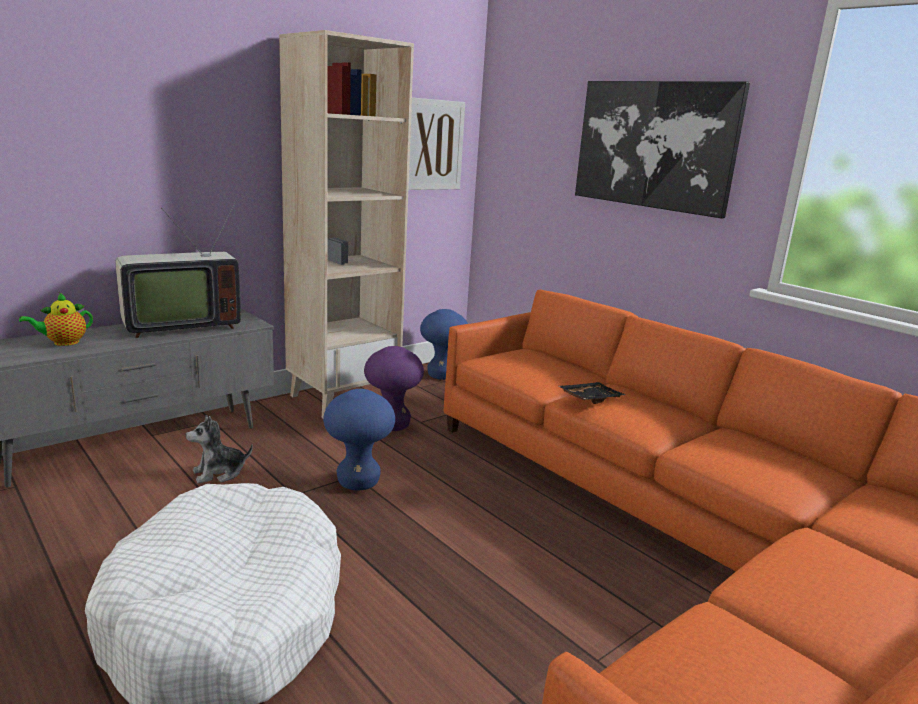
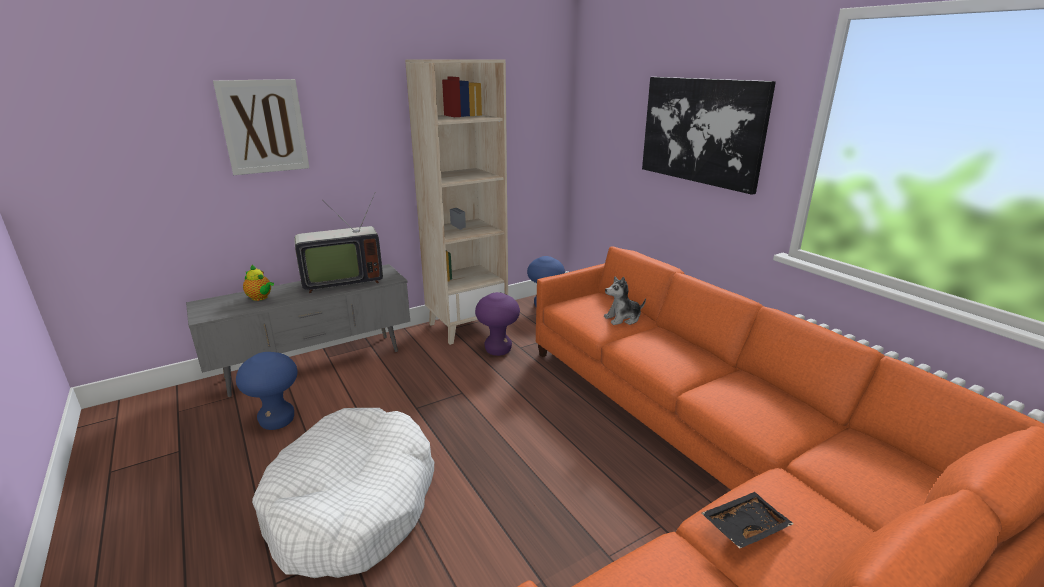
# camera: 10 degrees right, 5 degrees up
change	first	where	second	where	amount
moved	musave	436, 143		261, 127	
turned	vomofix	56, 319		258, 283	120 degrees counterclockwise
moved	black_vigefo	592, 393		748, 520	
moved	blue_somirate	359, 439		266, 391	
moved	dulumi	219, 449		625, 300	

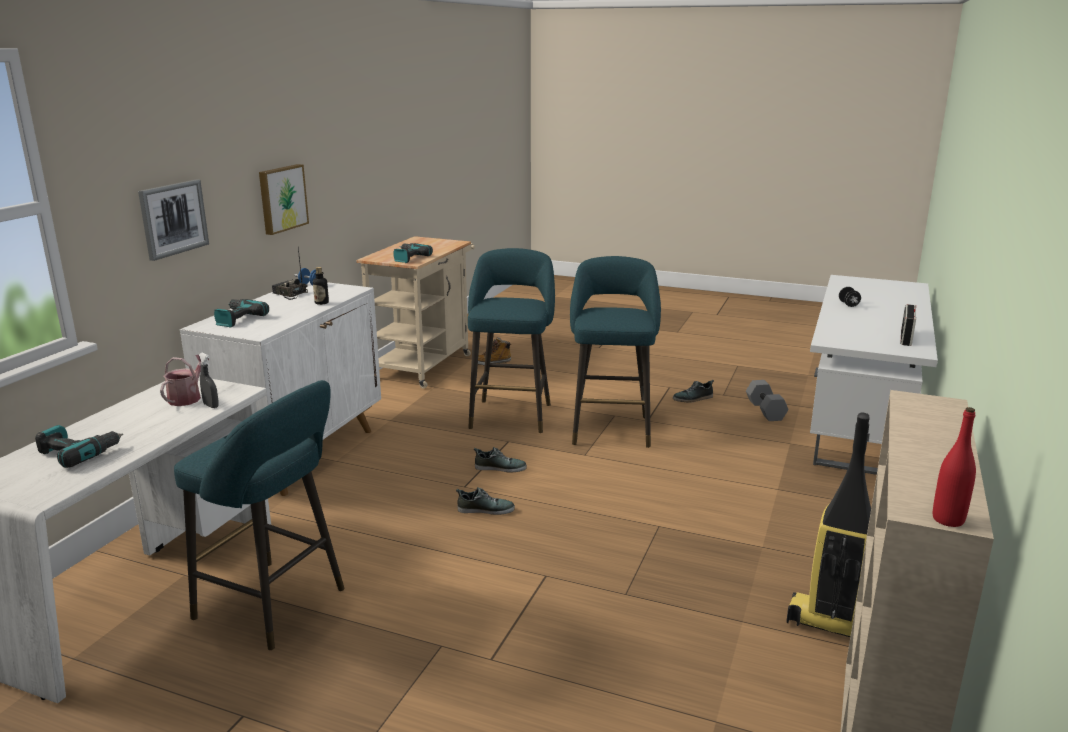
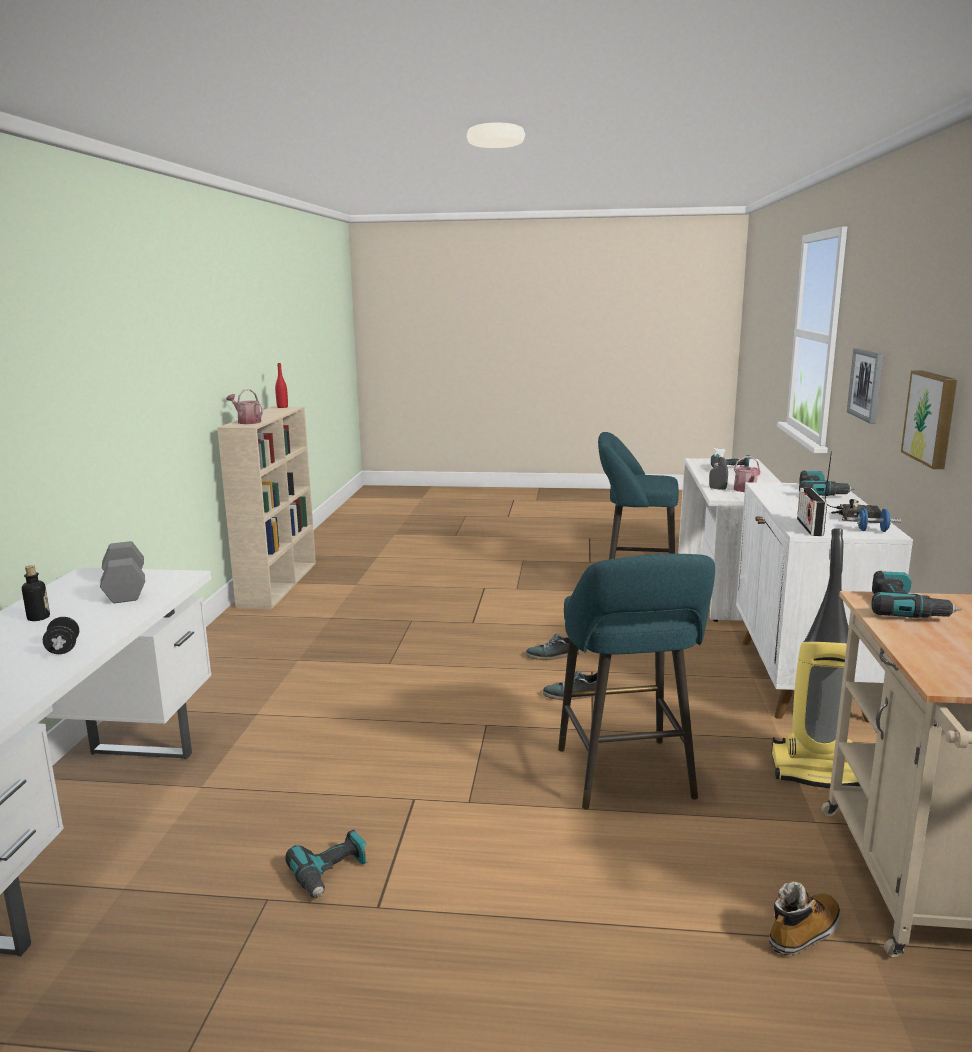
# camera: 165 degrees right, 5 degrees down
change	first	where	second	where	amount
removed	turquoise_somirate	615, 352			
moved	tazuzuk	321, 286		36, 593	
moved	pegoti	908, 325		812, 512	
replaced	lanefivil	693, 391	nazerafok	326, 863	
moved	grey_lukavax	767, 400		122, 572	
moved	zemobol	828, 525		815, 658	
added			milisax	244, 406	

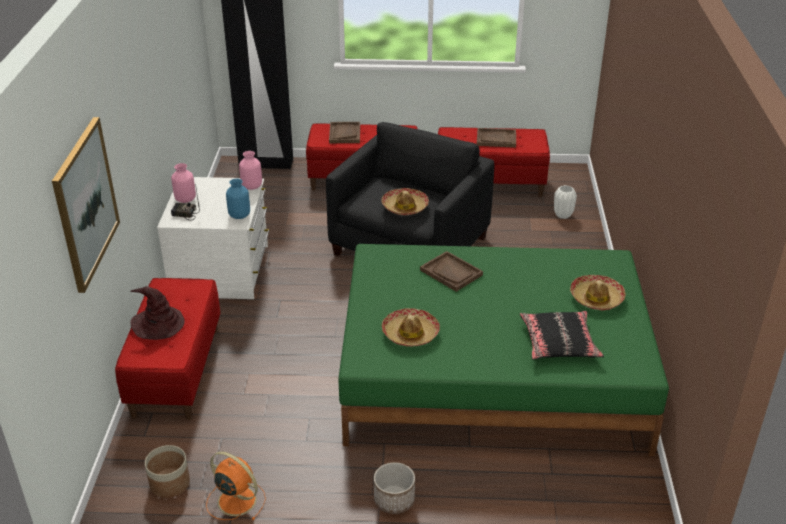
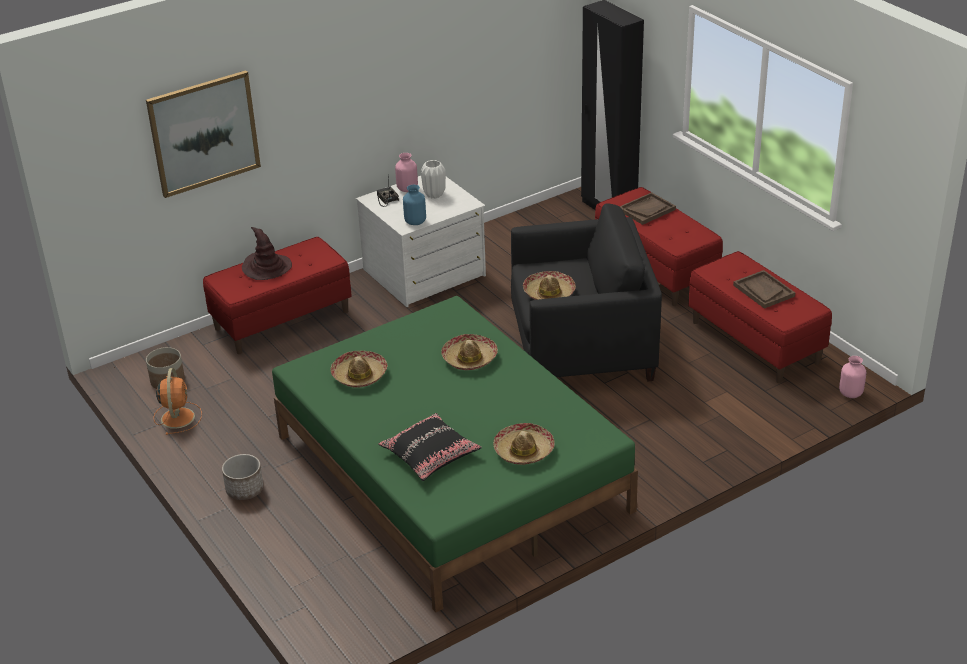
# camera: 55 degrees right, 0 degrees up
change	first	where	second	where	amount
moved	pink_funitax	250, 170		853, 377	
moved	white_funitax	565, 202		433, 179	
replaced	brown_vigefo	451, 271	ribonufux	470, 352	

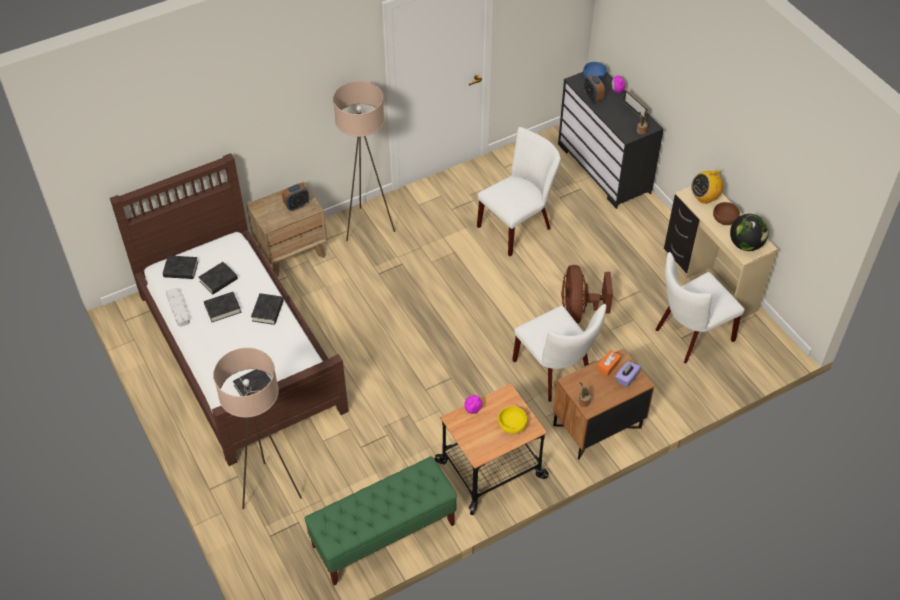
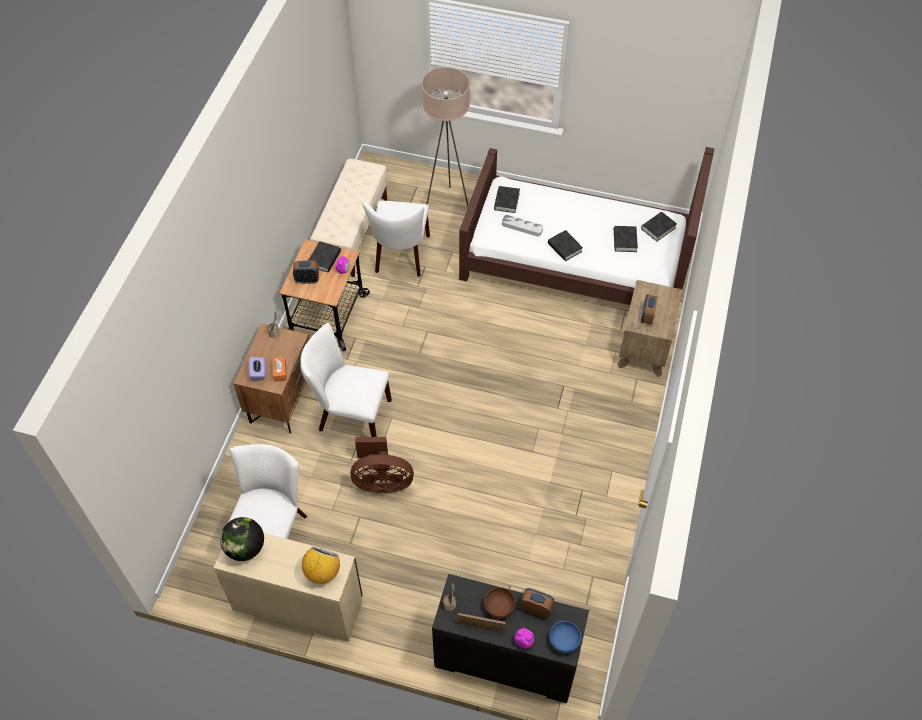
# camera: 135 degrees right, 5 degrees up
change	first	where	second	where	amount
removed	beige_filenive	364, 161			
moved	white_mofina	519, 191		396, 238	
moved	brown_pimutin	726, 213		500, 603	
turned	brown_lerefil	587, 294		382, 465	135 degrees clockwise
moved	grey_vigefo	178, 307		522, 226	
moved	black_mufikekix	222, 307		324, 256	
replaced	yellow_pimutin	513, 420	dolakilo	306, 272	
recoloured	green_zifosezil	381, 521	beige_zifosezil	348, 218	

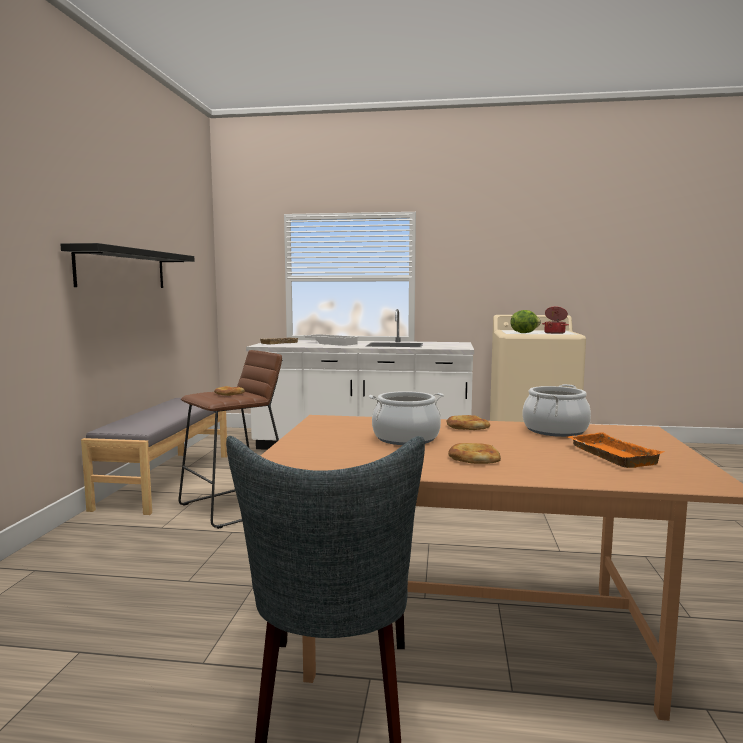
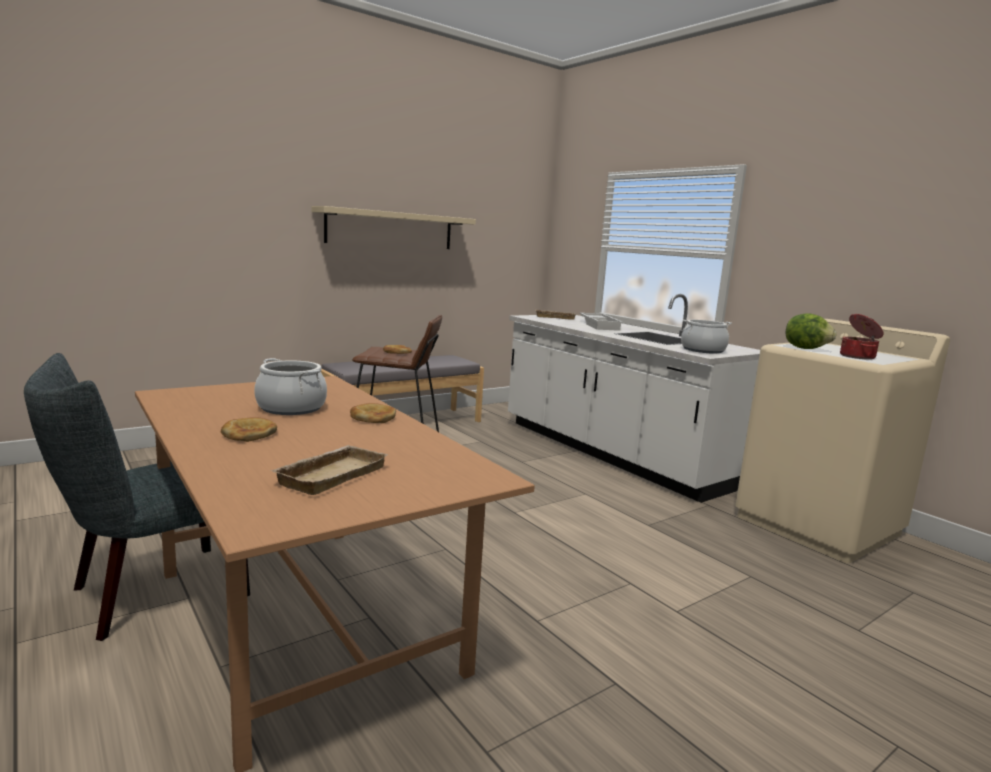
# camera: 45 degrees right, 5 degrees up
change	first	where	second	where	amount
recoloured	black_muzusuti	127, 265	beige_muzusuti	394, 227	
moved	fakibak	556, 410		706, 336	
recoloured	orange_vigefo	616, 450	beige_vigefo	328, 470	

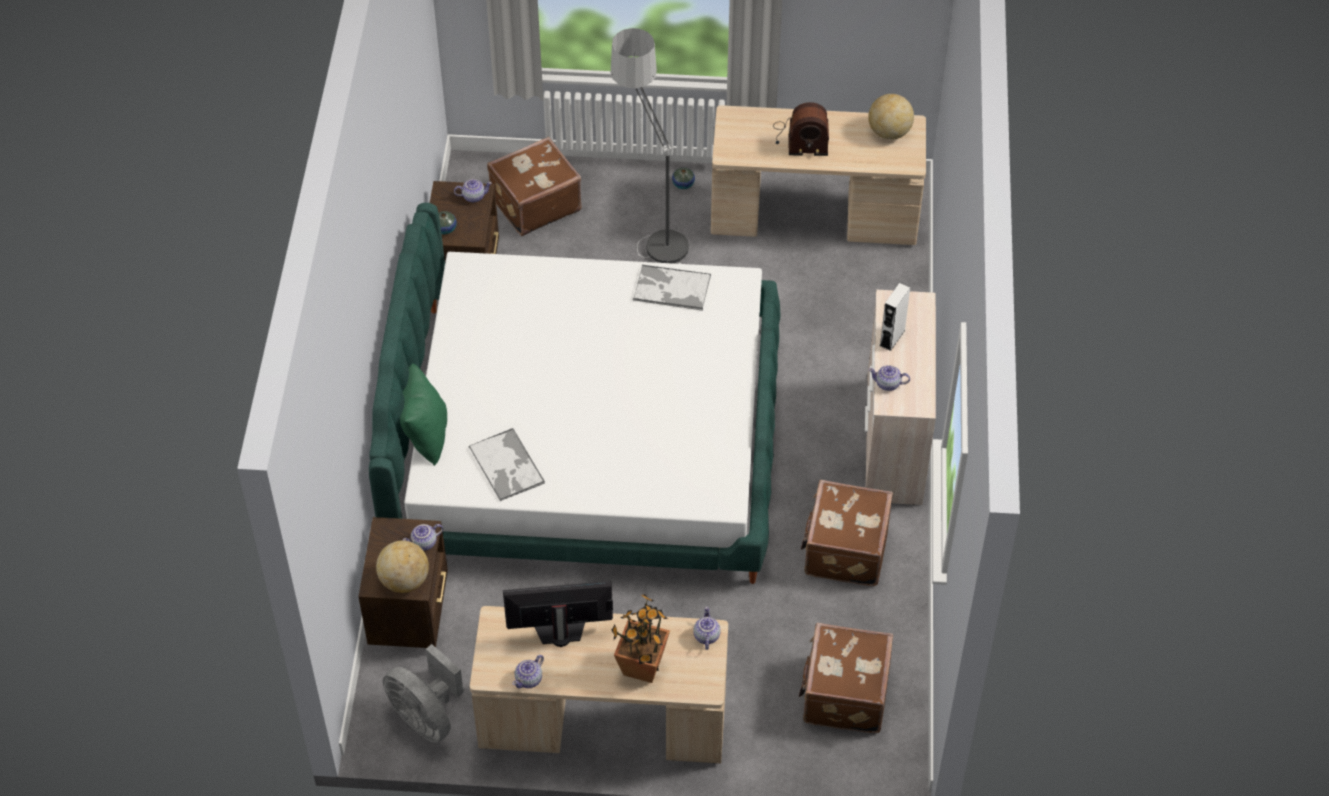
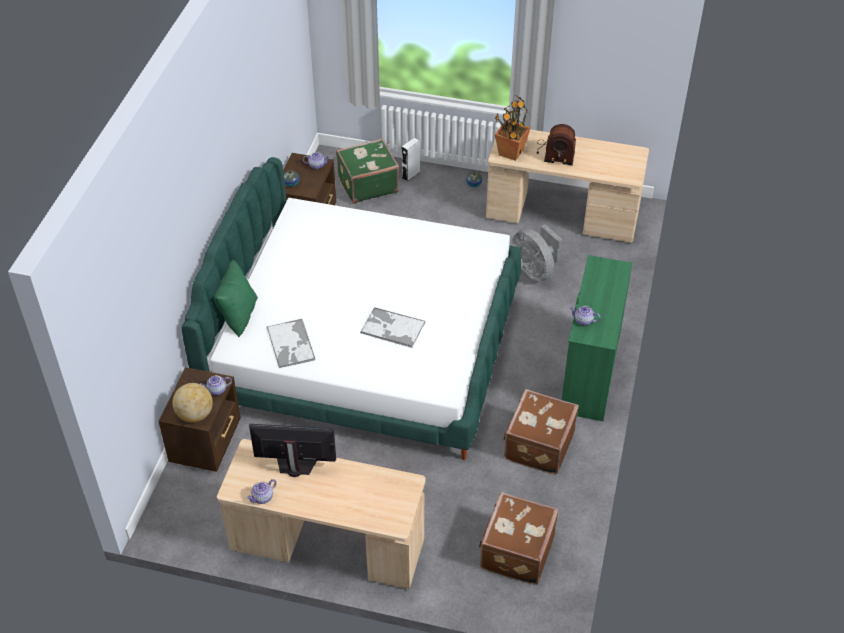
# camera: 10 degrees right, 5 degrees down
change	first	where	second	where	amount
removed	filenive	650, 146			
removed	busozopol	891, 117			
recoloured	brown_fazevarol	534, 186	green_fazevarol	367, 171	
moved	vigefo	672, 288		392, 327	
moved	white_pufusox	895, 317		411, 159	
recoloured	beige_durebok	900, 397	green_durebok	597, 338	
moved	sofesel	641, 638		513, 128	
removed	vomofix	707, 628			
moved	grey_lerefil	423, 693		537, 253	

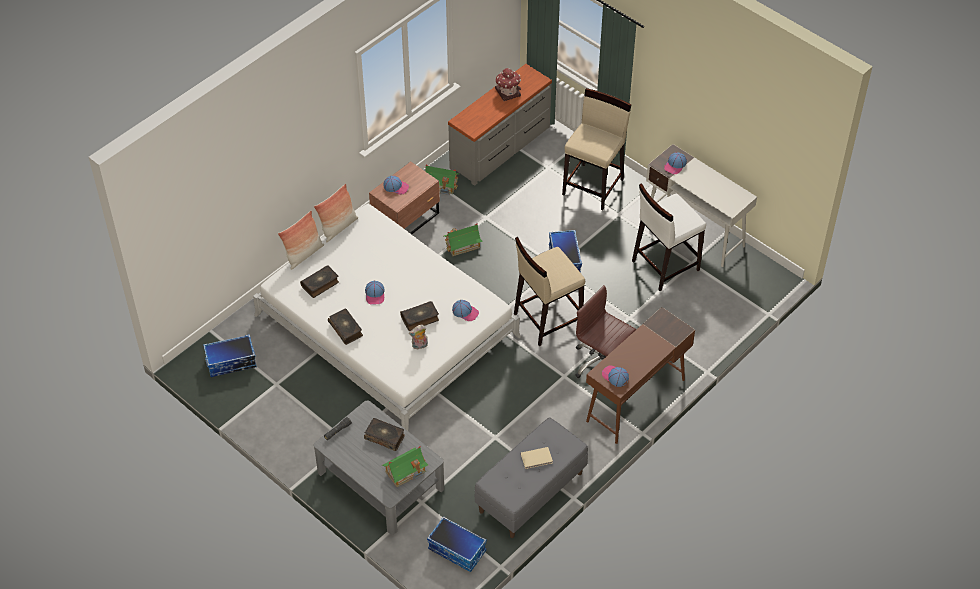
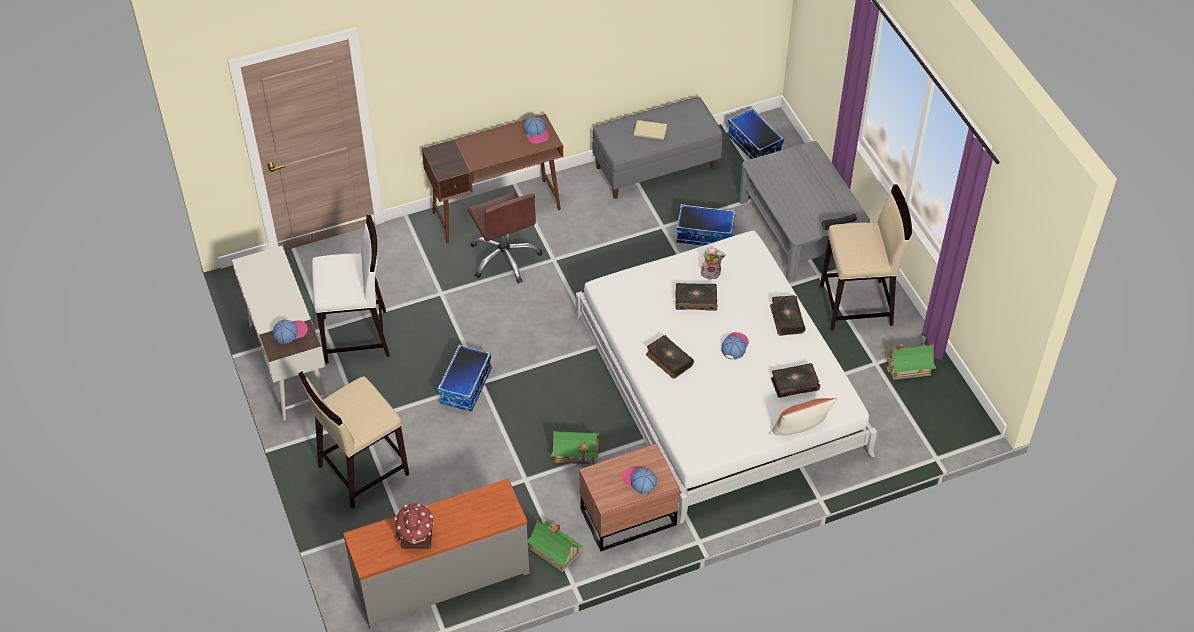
# camera: 155 degrees left, 0 degrees up
change	first	where	second	where	amount
removed	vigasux	336, 213			
moved	beige_somirate	549, 291		866, 257	
removed	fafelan	465, 310			
moved	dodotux	230, 355		705, 225	
moved	mufikekix	384, 434		670, 357	
moved	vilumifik	405, 466		911, 362	

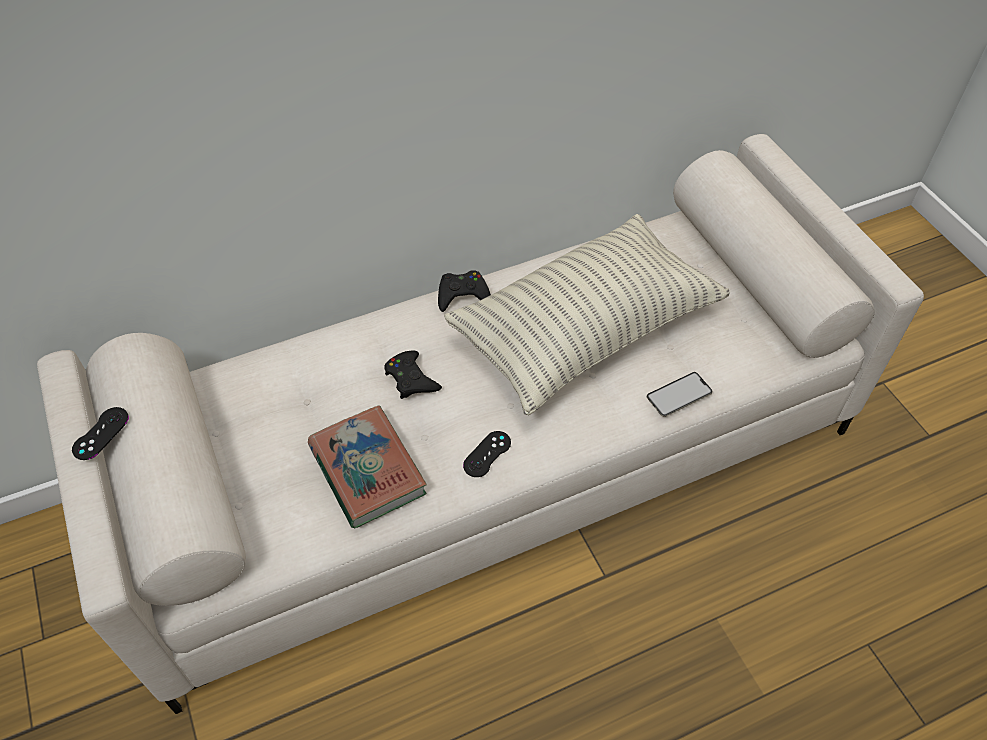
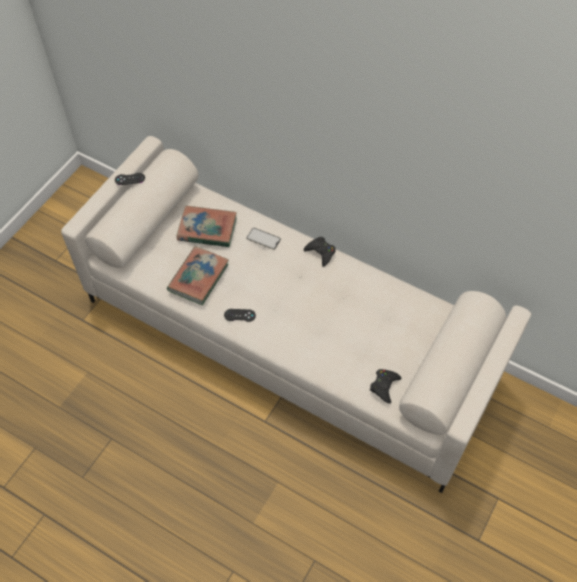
# camera: 55 degrees right, 5 degrees up
change	first	where	second	where	amount
removed	vigasux	587, 314			
moved	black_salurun	413, 374		385, 386	
moved	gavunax	680, 394		263, 239	
added			mufikekix	207, 226	

